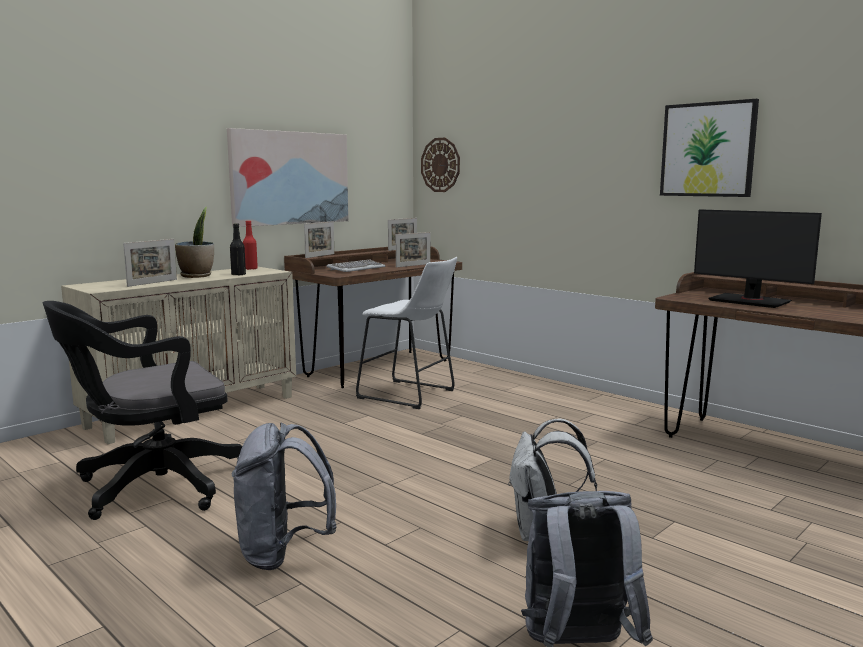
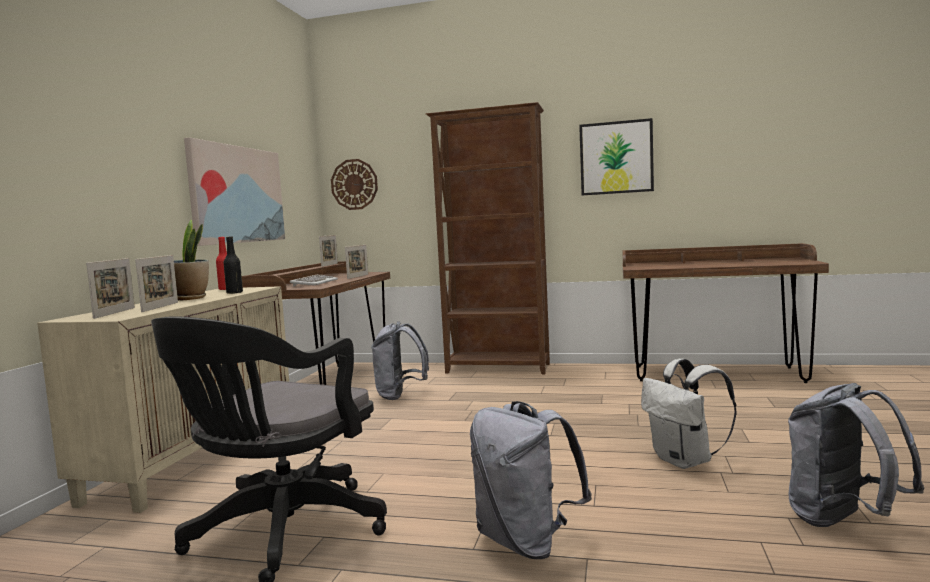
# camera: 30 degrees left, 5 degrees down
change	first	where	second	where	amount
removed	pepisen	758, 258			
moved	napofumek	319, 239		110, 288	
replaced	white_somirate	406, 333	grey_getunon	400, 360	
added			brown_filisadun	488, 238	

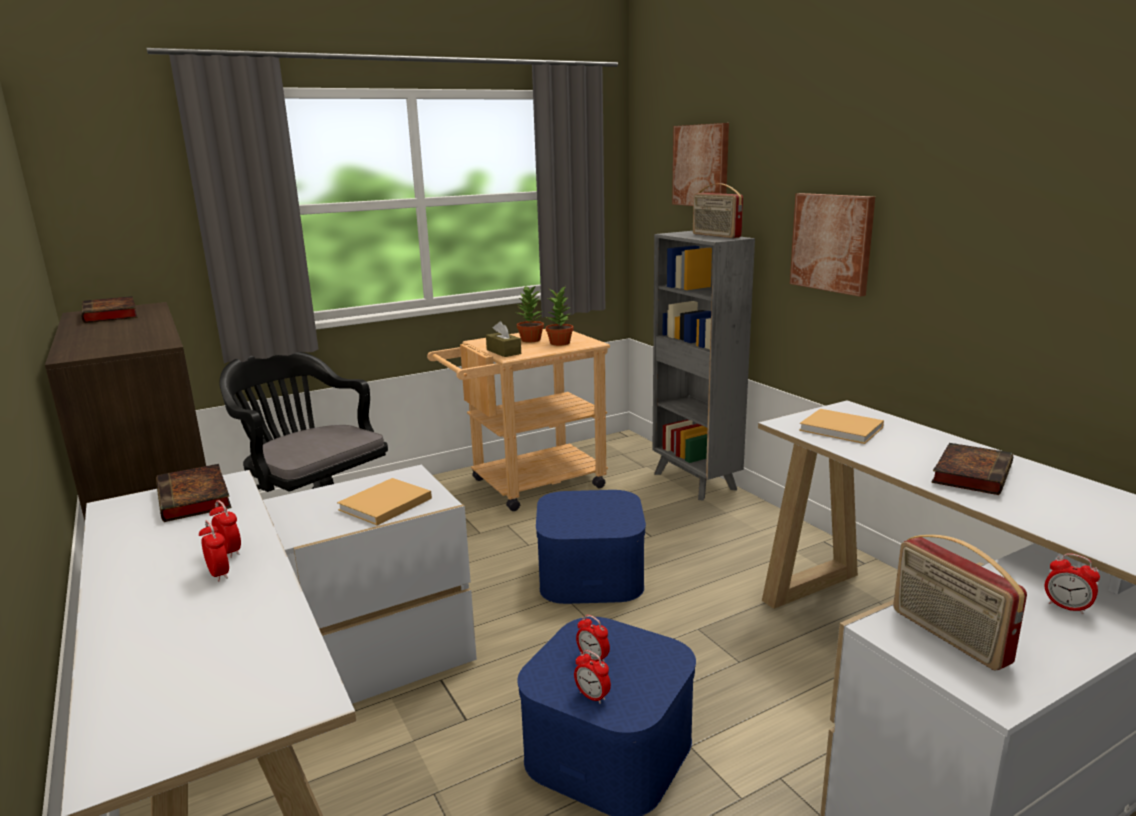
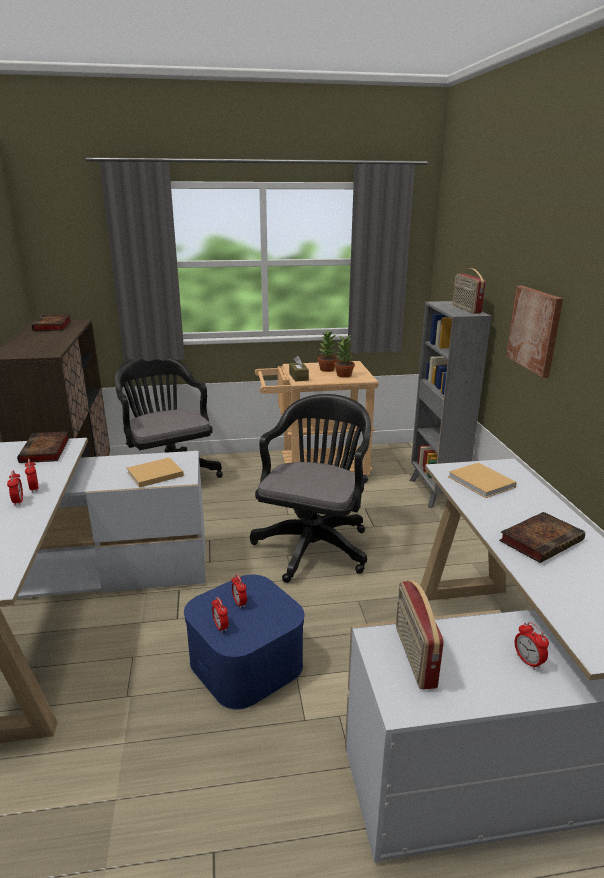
# camera: 20 degrees right, 5 degrees up
change	first	where	second	where	amount
removed	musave	700, 164			
replaced	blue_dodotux	591, 547	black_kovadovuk	310, 488	

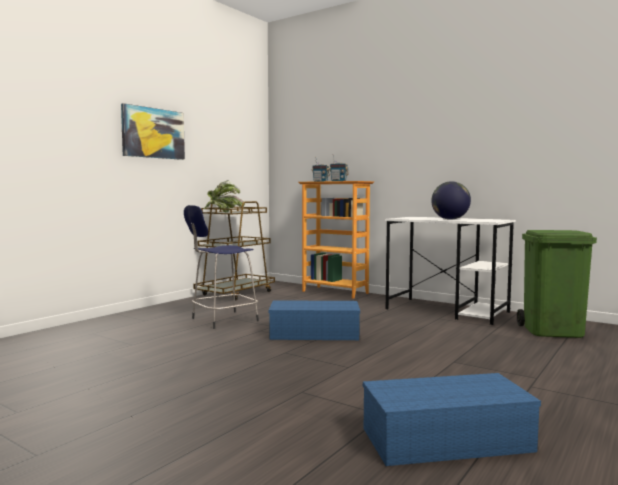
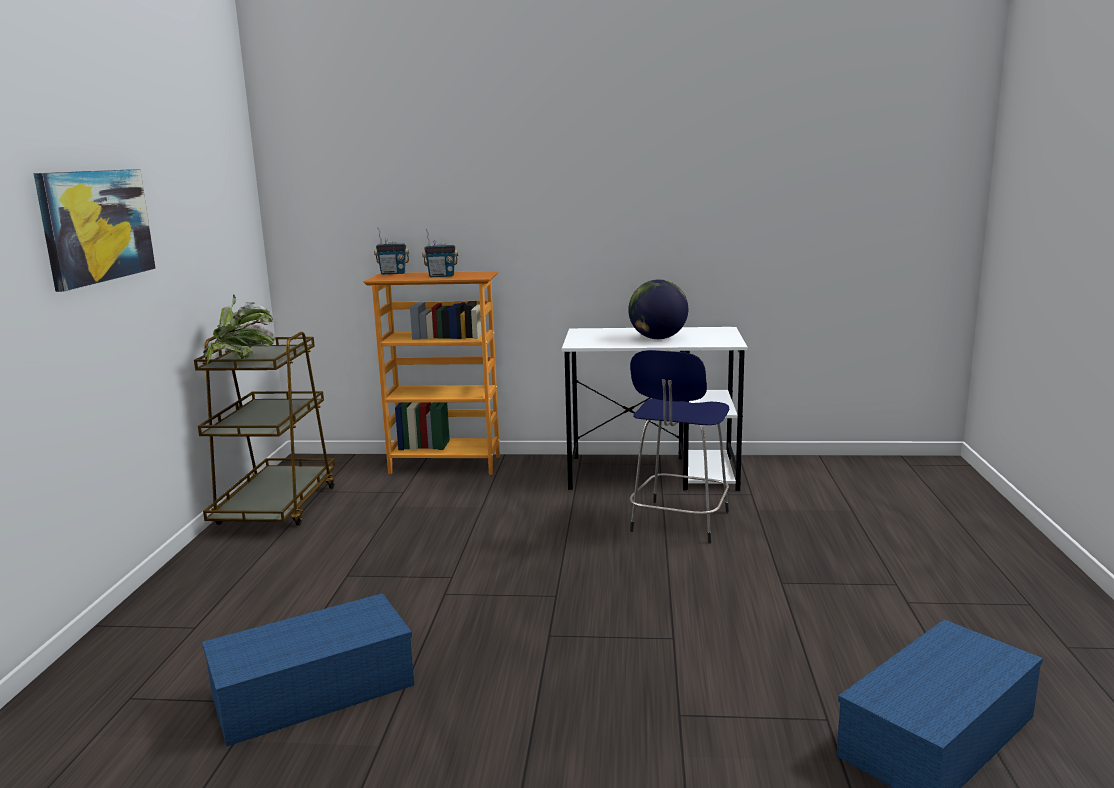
# camera: 30 degrees left, 10 degrees up
change	first	where	second	where	amount
moved	blue_somirate	221, 267		679, 447	
removed	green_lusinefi	557, 284			
moved	blue_dodotux	314, 320		308, 670	

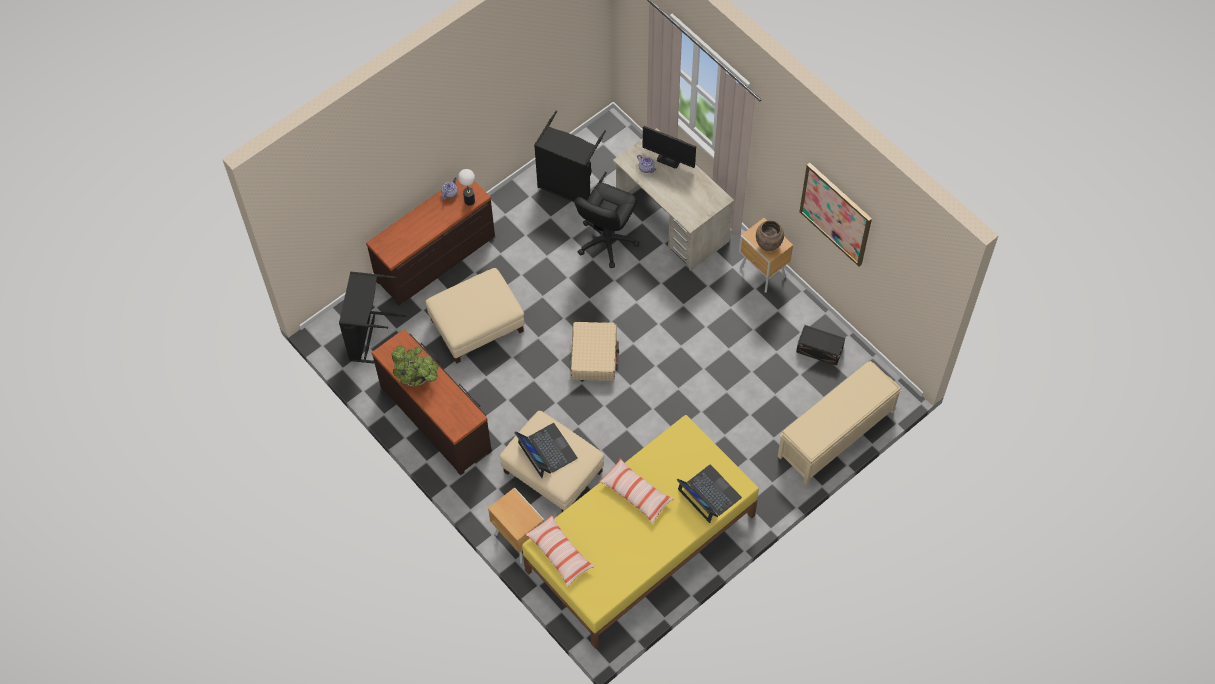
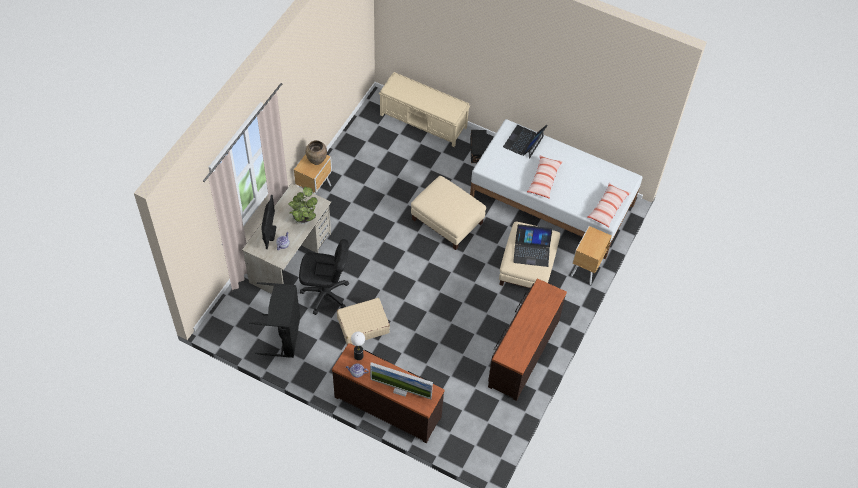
# camera: 115 degrees left, 5 degrees down
change	first	where	second	where	amount
removed	musave	835, 215			
moved	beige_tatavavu	475, 316		448, 213	
removed	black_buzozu	373, 317			
moved	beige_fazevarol	595, 351		363, 321	
moved	black_dodotux	820, 345		478, 146	
moved	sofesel	415, 366		302, 205	
recoloured	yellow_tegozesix	640, 532	white_tegozesix	556, 189	
turned	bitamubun	546, 450		533, 245	120 degrees counterclockwise
added			pepisen	401, 380	

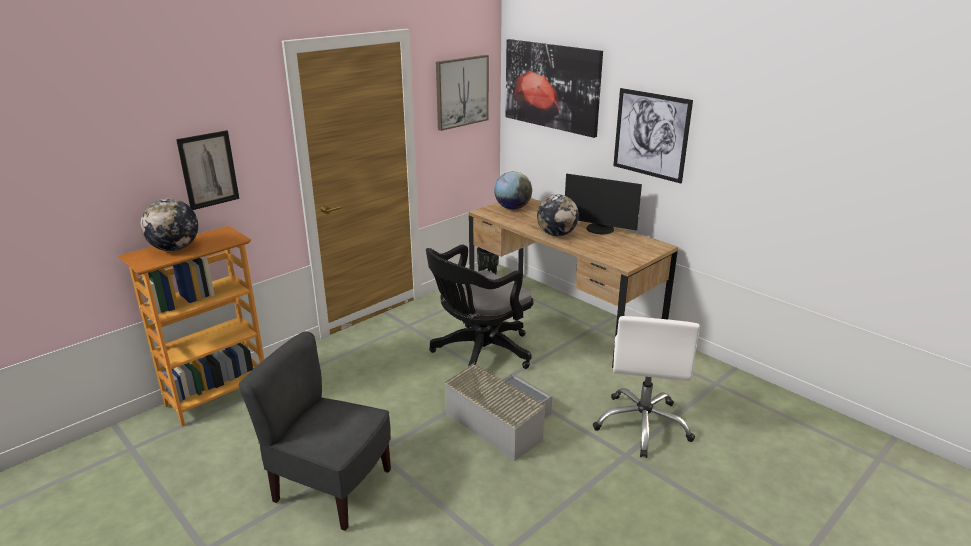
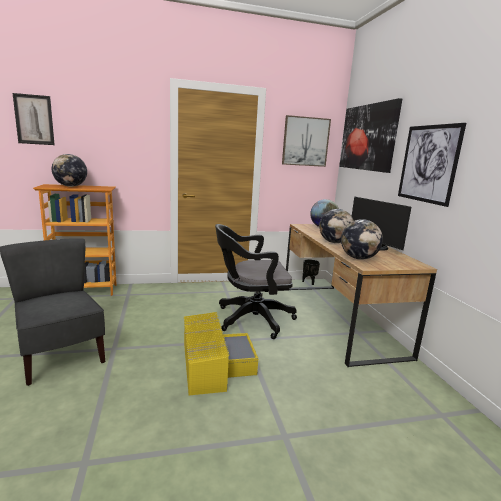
# camera: 30 degrees right, 10 degrees down
change	first	where	second	where	amount
moved	musave	207, 170		34, 119	
removed	white_kovadovuk	646, 387			
recoloured	grey_dodotux	498, 411	yellow_dodotux	221, 353	
added			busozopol	362, 239	

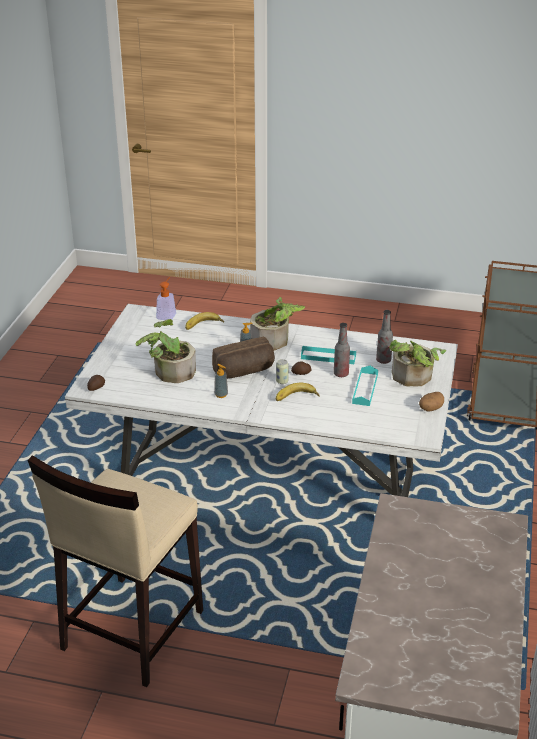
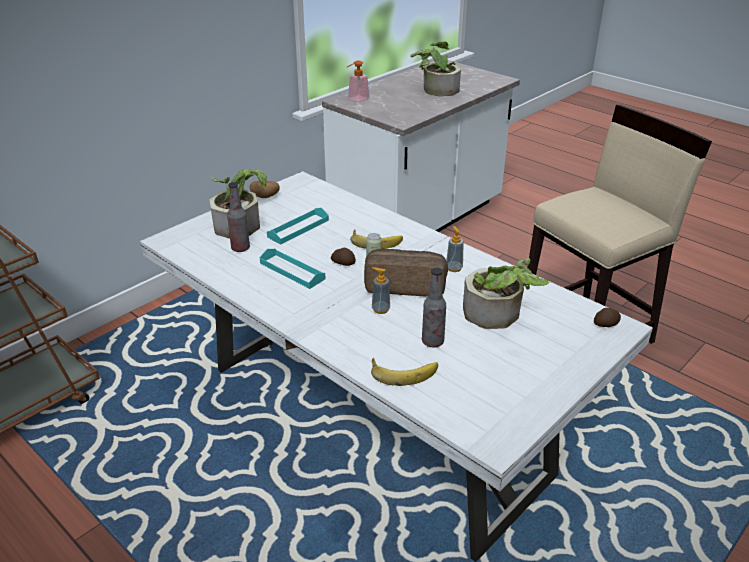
# camera: 150 degrees left, 0 degrees up
change	first	where	second	where	amount
moved	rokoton	166, 298		358, 81	
moved	sofesel	277, 323		435, 68	
moved	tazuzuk	342, 350		434, 307	

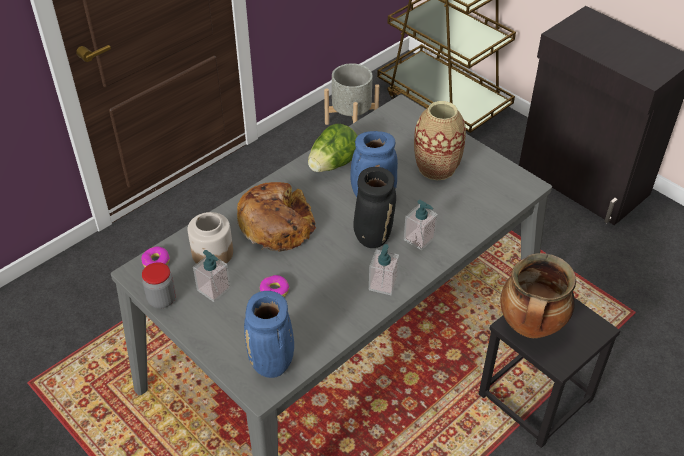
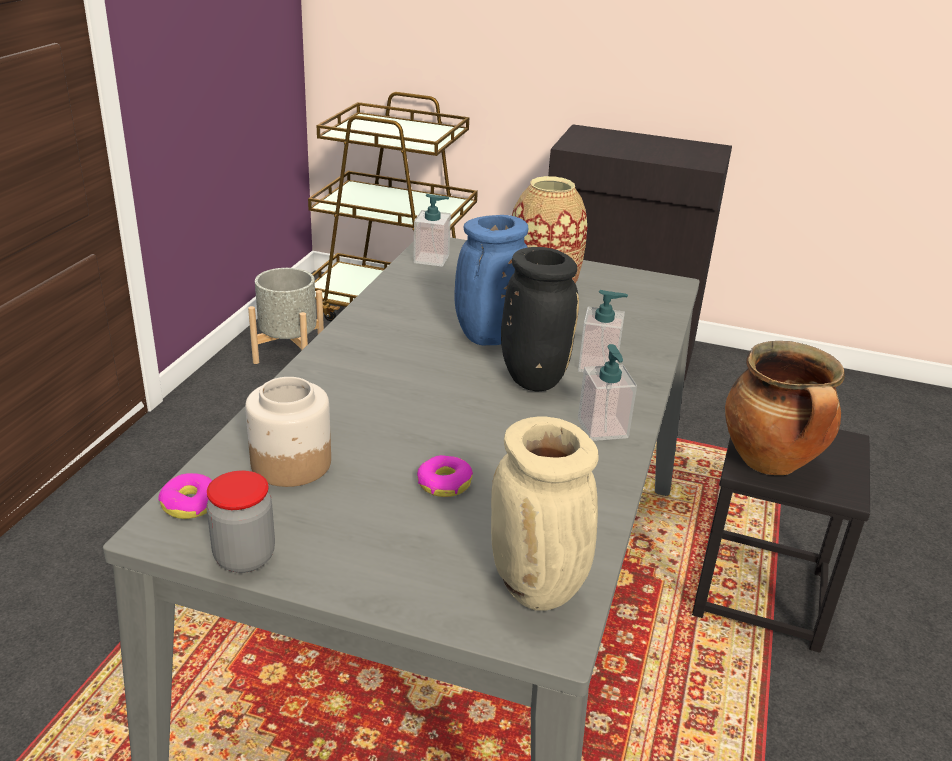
# camera: 30 degrees left, 15 degrees down
change	first	where	second	where	amount
removed	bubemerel	332, 148			
removed	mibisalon	276, 217			
moved	rokoton	212, 276		432, 230	
recoloured	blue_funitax	269, 334	beige_funitax	545, 514	

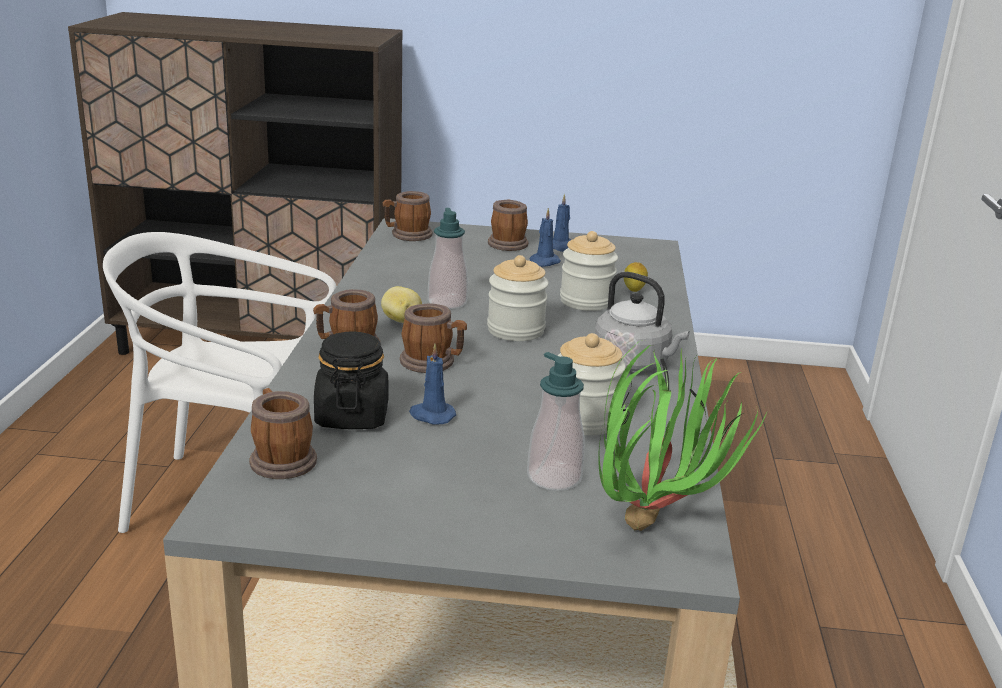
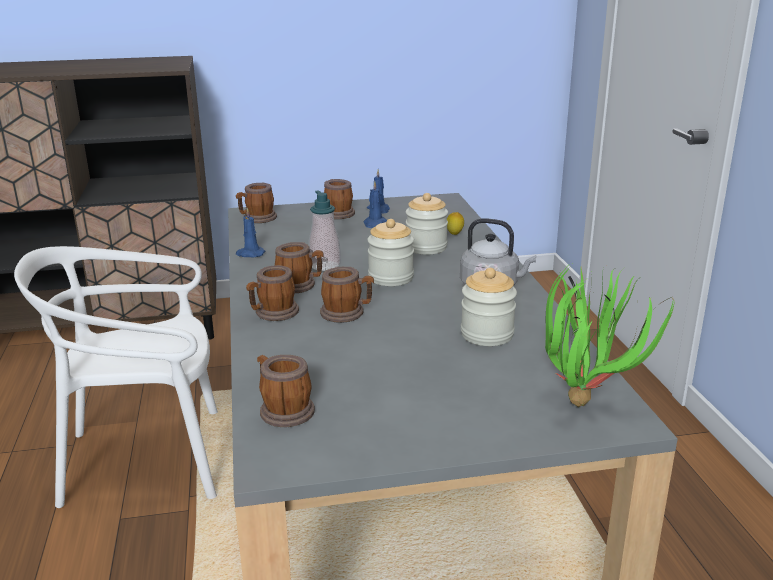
# camera: 15 degrees left, 0 degrees up
change	first	where	second	where	amount
replaced	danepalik	401, 304	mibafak	299, 267	
removed	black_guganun	351, 380			
moved	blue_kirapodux	432, 384		250, 232	
removed	rokoton	556, 421			

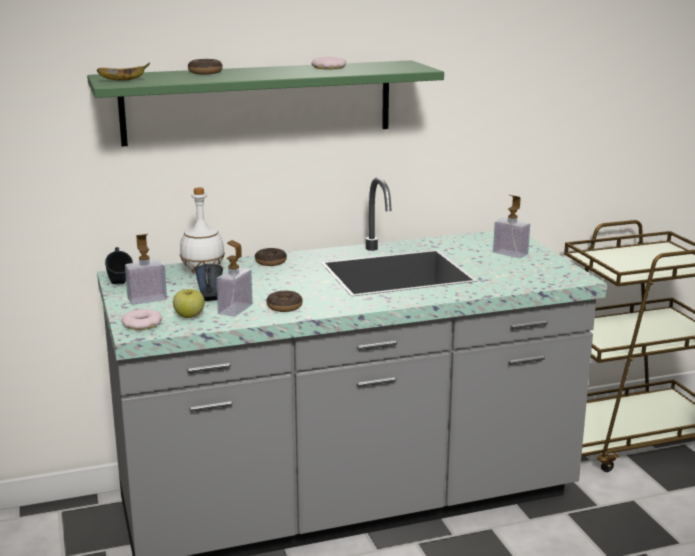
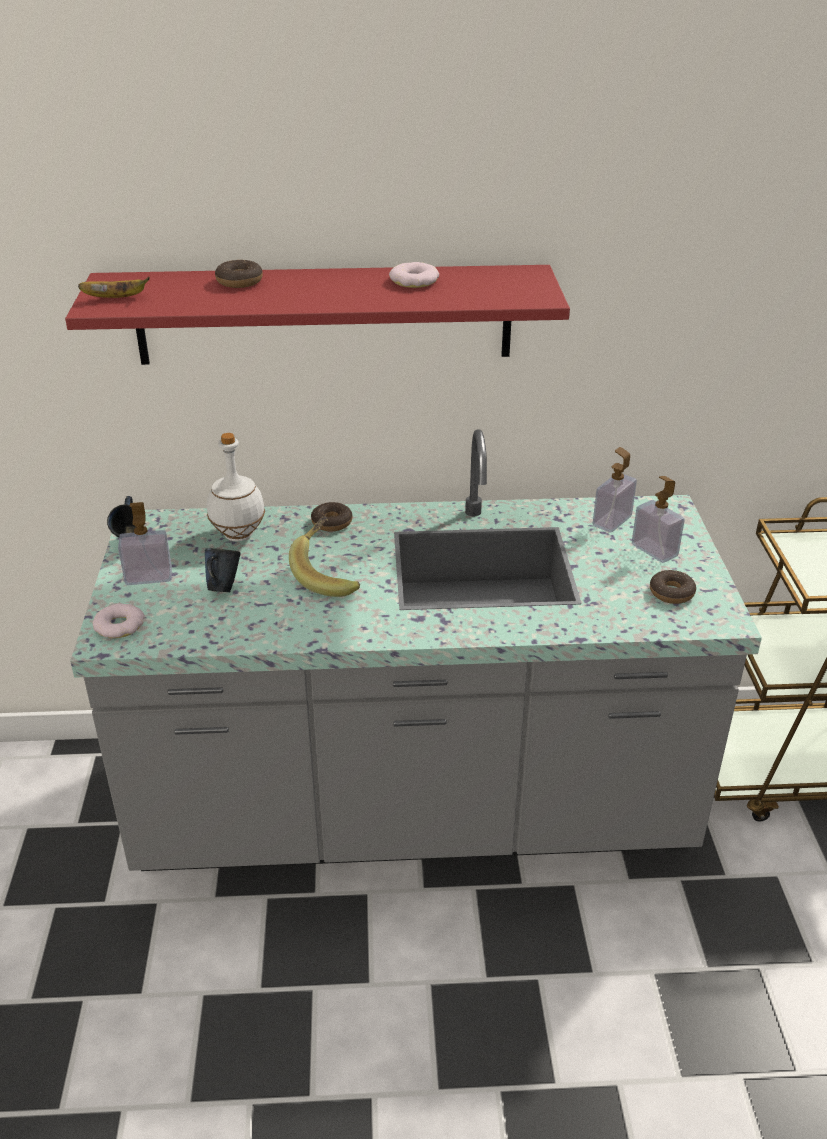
# camera: 15 degrees right, 15 degrees up
change	first	where	second	where	amount
recoloured	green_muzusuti	265, 103	red_muzusuti	317, 315	
moved	rokoton	234, 278		615, 490	
removed	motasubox	189, 303			
moved	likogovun	284, 301		673, 587	
added			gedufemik	324, 556	

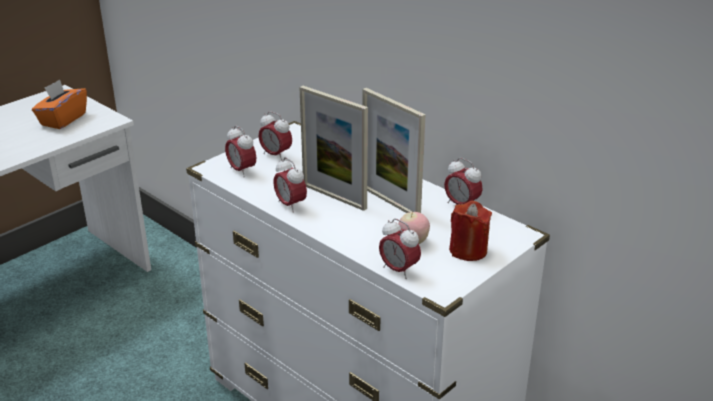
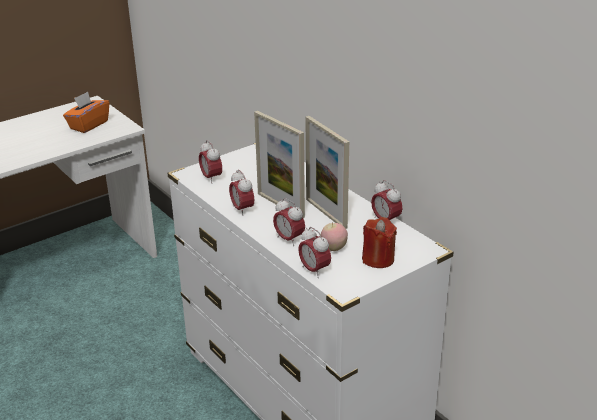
# camera: 10 degrees right, 0 degrees up
change	first	where	second	where	amount
moved	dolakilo	275, 135		289, 222	

